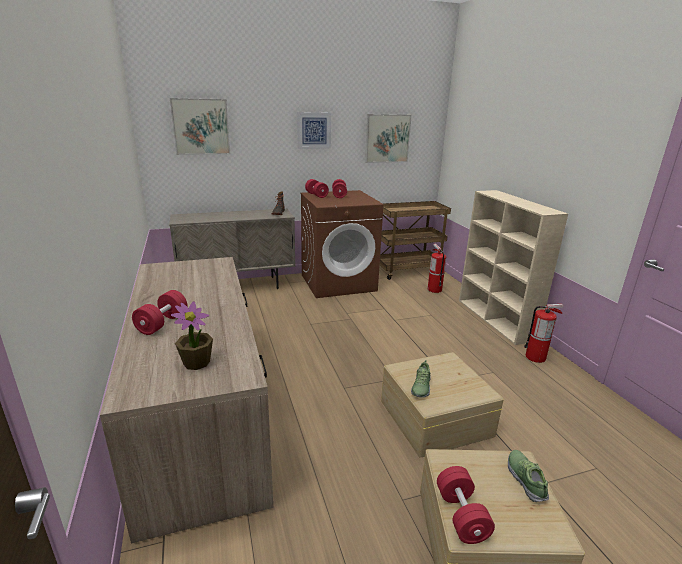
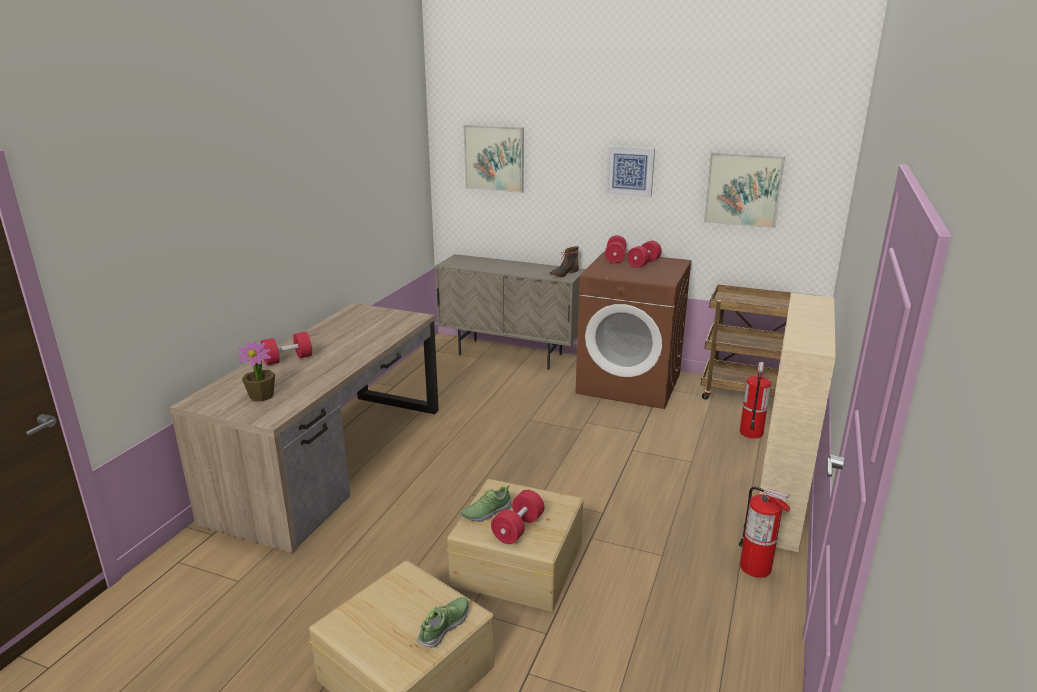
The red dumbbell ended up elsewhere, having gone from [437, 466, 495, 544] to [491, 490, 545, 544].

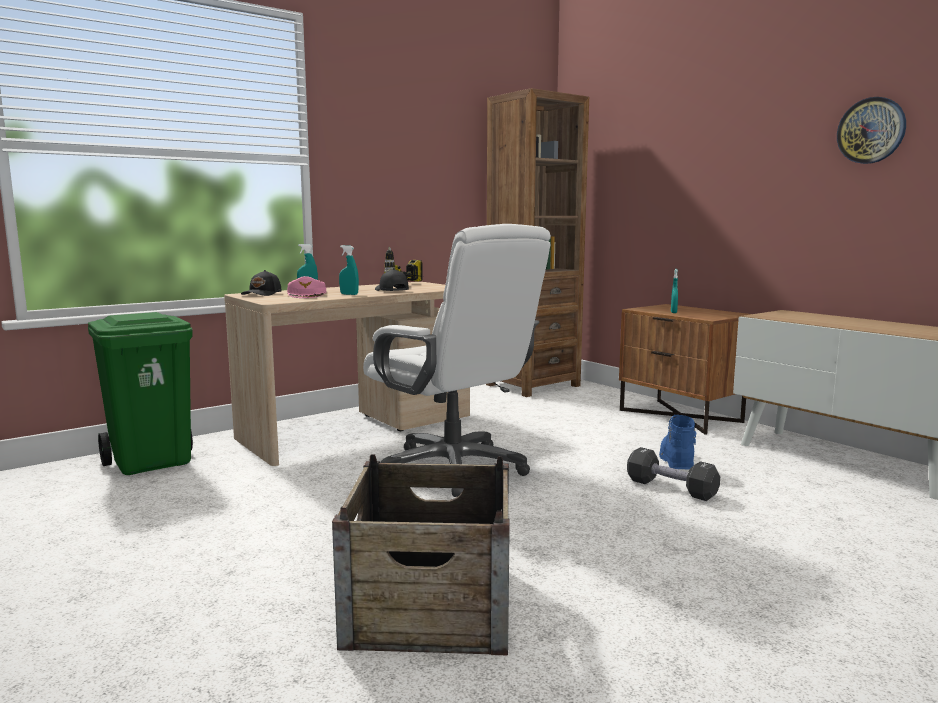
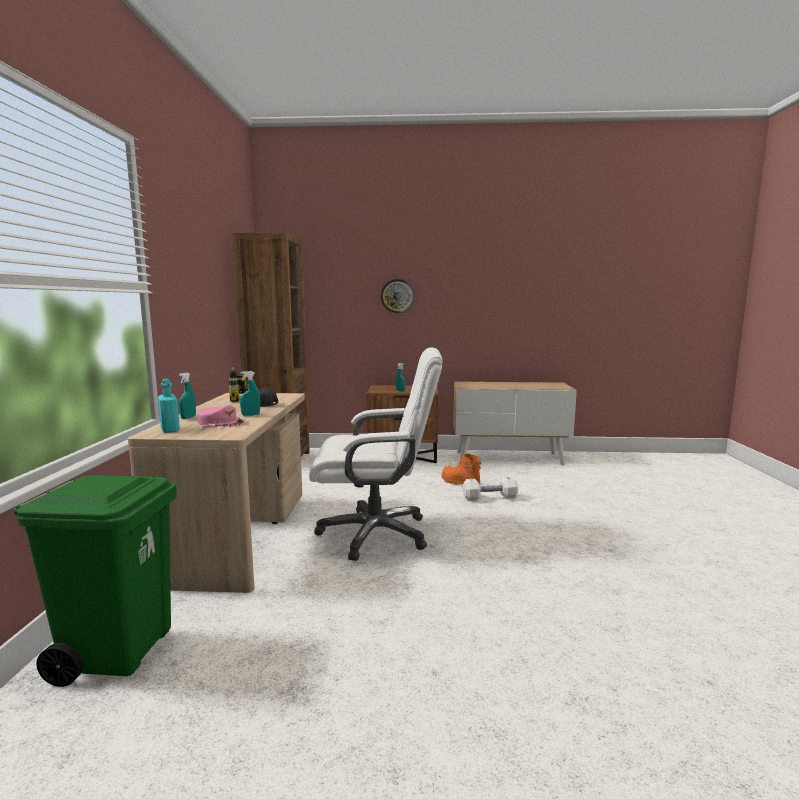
The wall clock ended up elsewhere, having gone from [837, 97, 906, 164] to [381, 279, 414, 313]. Where the black cap stood at [241, 270, 282, 296], the turquoise bottle came to stand at [158, 379, 180, 433]. What was the blue boot at [659, 415, 696, 470] turned into the orange boot at [441, 454, 481, 484]. What was the black dumbbell at [627, 447, 720, 501] turned into the white dumbbell at [463, 477, 518, 501]. The second view lost the crate at [332, 454, 510, 655].

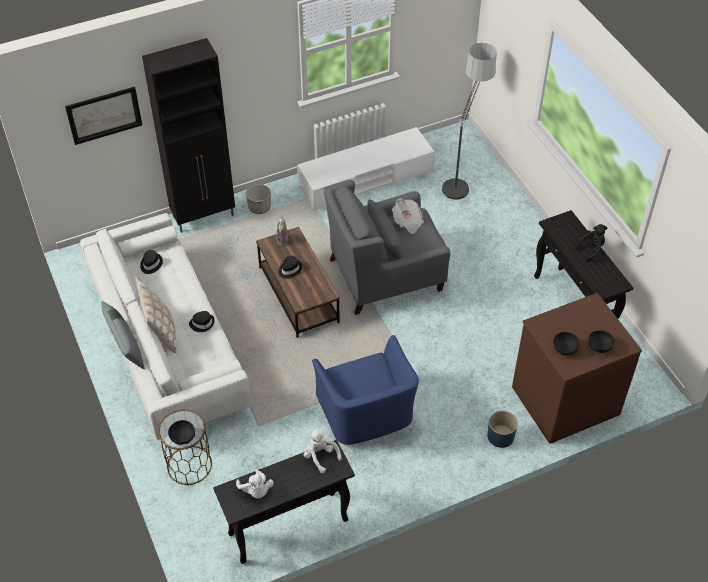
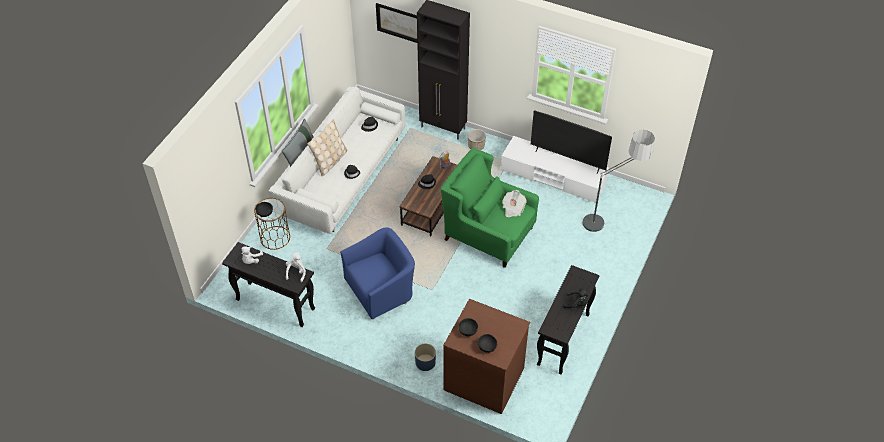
What was the grey armchair at [324, 180, 451, 315] turned into the green armchair at [441, 148, 539, 268]. The blue armchair at [312, 335, 419, 445] ended up facing another way, 150 degrees counterclockwise from before. The second view gained the television at [531, 110, 612, 173].

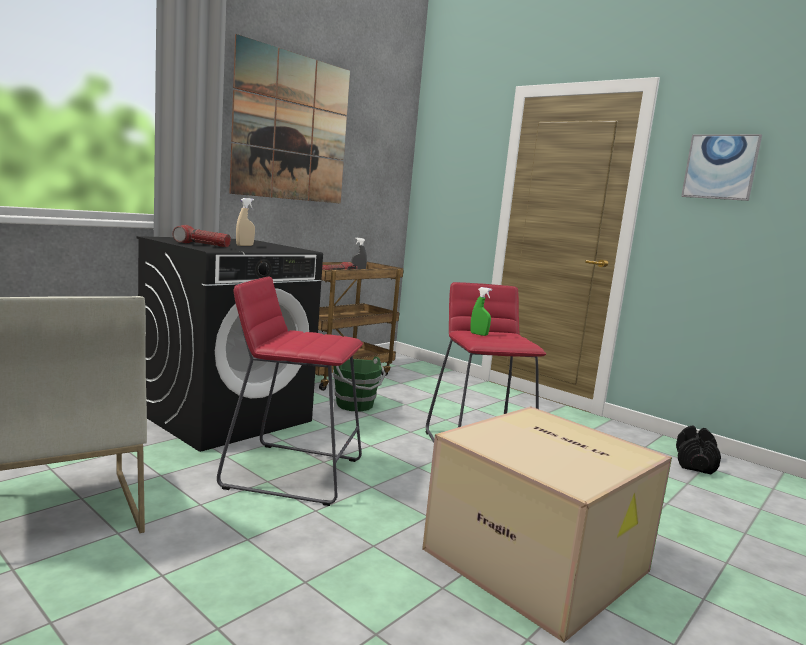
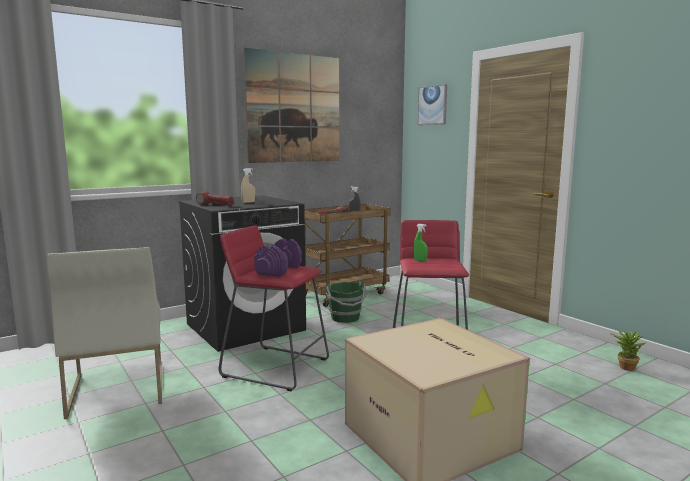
The picture ended up elsewhere, having gone from [681, 134, 762, 201] to [417, 84, 447, 125]. Where the black dumbbell stood at [676, 425, 721, 474], the potted plant came to stand at [611, 330, 645, 371]. The second view gained the purple dumbbell at [254, 238, 302, 277].

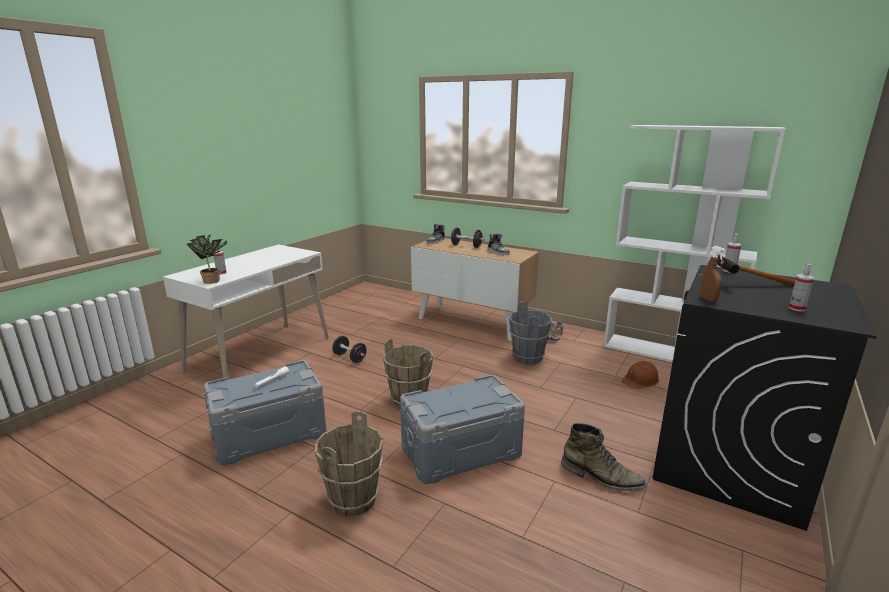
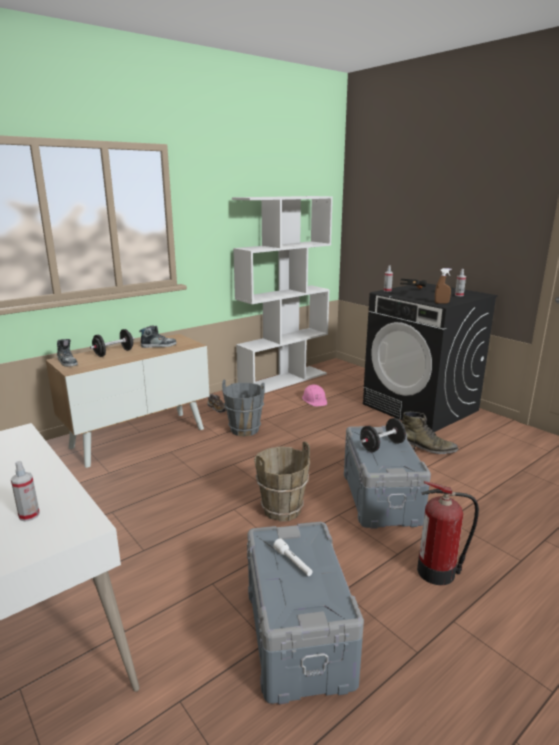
The second view lost the potted plant at [187, 235, 227, 284]. The black dumbbell ended up elsewhere, having gone from [332, 336, 367, 363] to [360, 418, 406, 452]. What was the brown hard hat at [621, 361, 659, 389] turned into the pink hard hat at [302, 384, 327, 406]. Where the brown bucket stood at [315, 411, 383, 516], the fire extinguisher came to stand at [417, 481, 479, 585]. The green boot at [561, 423, 646, 491] ended up facing another way, 60 degrees clockwise from before.

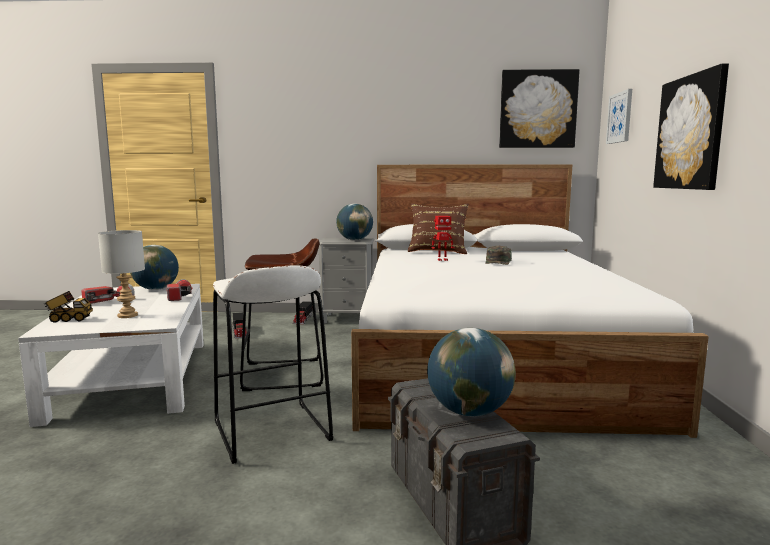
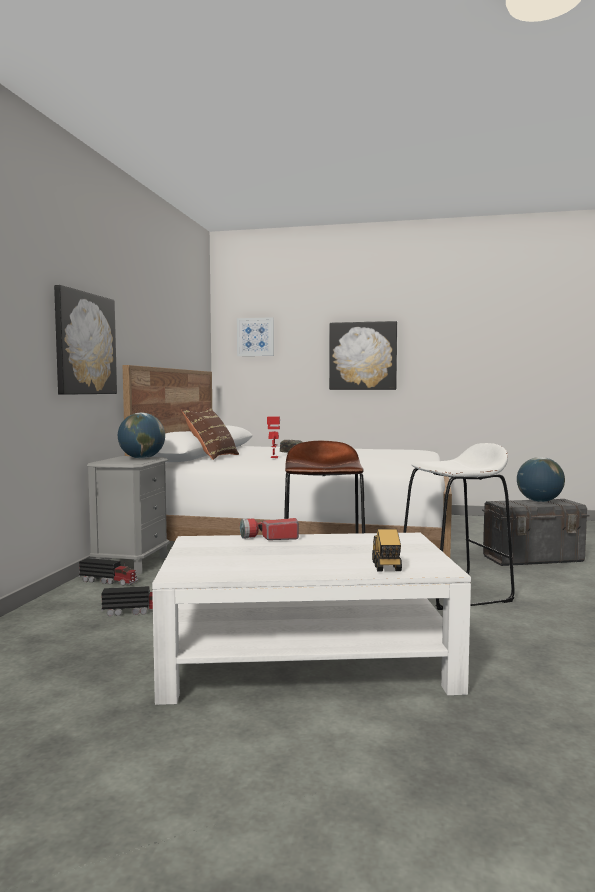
The picture ended up elsewhere, having gone from [499, 69, 580, 148] to [54, 285, 117, 395]. The second view lost the grey table lamp at [98, 230, 145, 318]. The second view lost the globe at [130, 245, 179, 290]. The second view lost the flashlight at [81, 284, 135, 304].

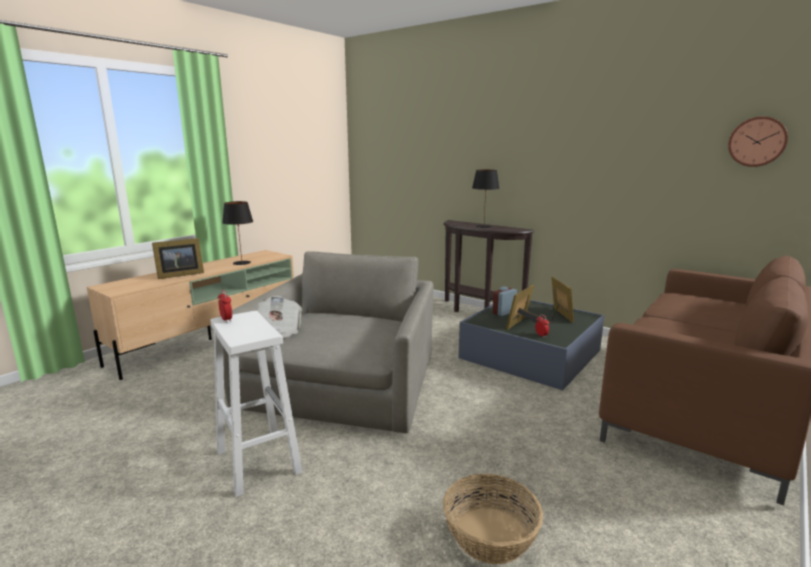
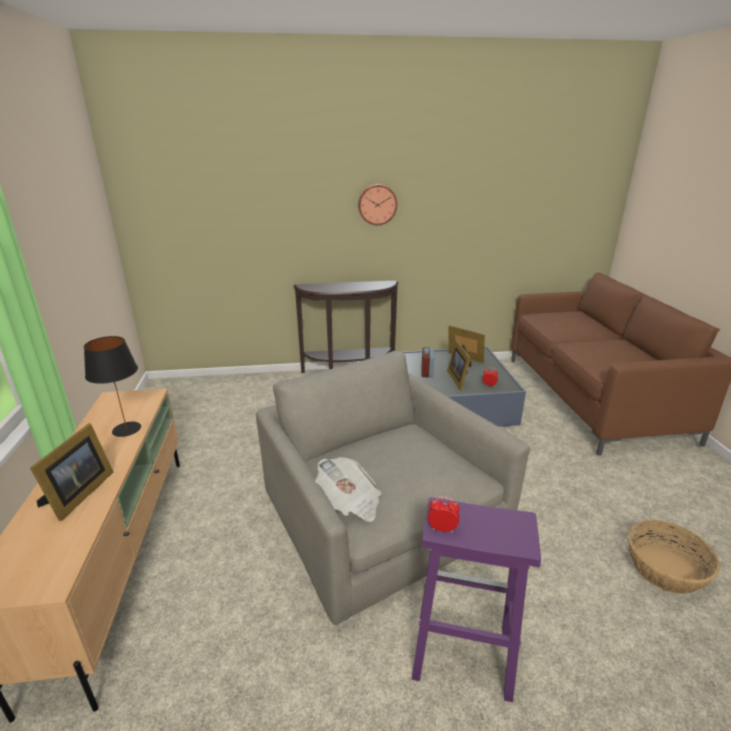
The wall clock ended up elsewhere, having gone from [728, 116, 788, 167] to [358, 184, 397, 225]. The second view lost the black table lamp at [472, 170, 500, 228]. What was the white stool at [210, 311, 302, 497] turned into the purple stool at [412, 497, 541, 702].

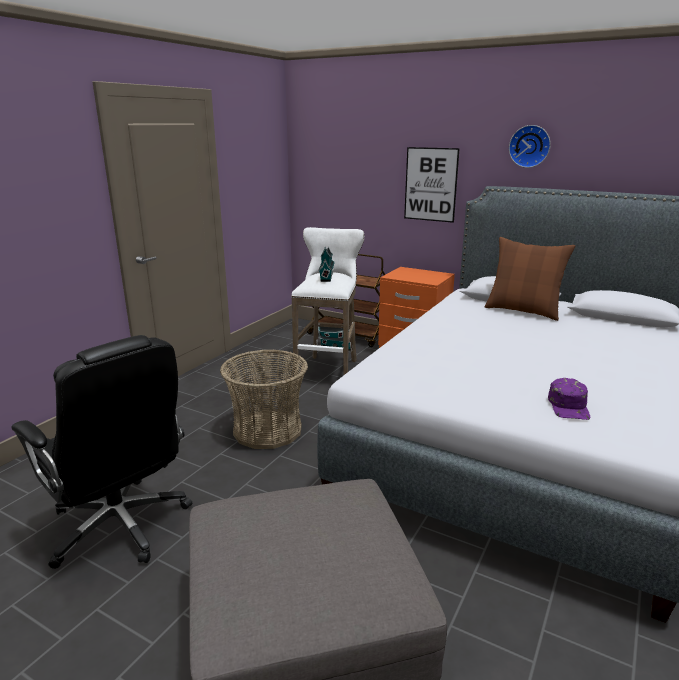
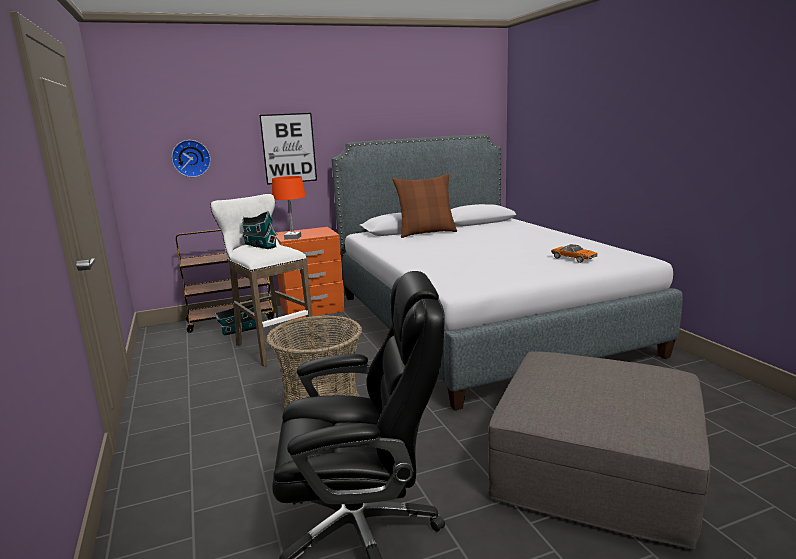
The wall clock ended up elsewhere, having gone from [509, 125, 551, 168] to [171, 140, 211, 177]. Where the purple cap stood at [548, 378, 591, 420], the toy car came to stand at [551, 244, 598, 263]. The second view gained the orange table lamp at [272, 176, 306, 239].

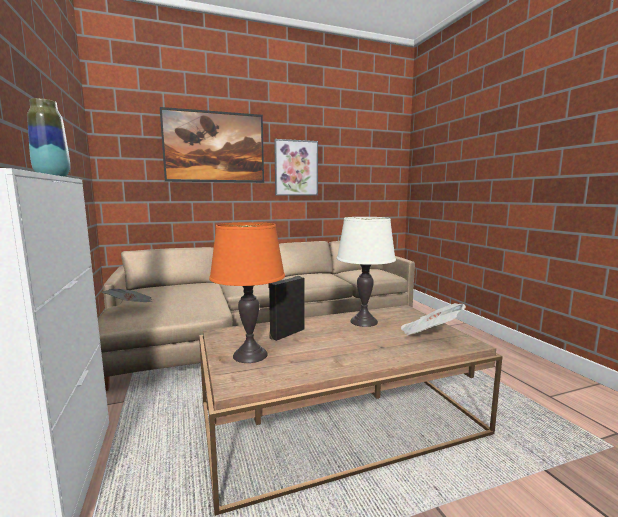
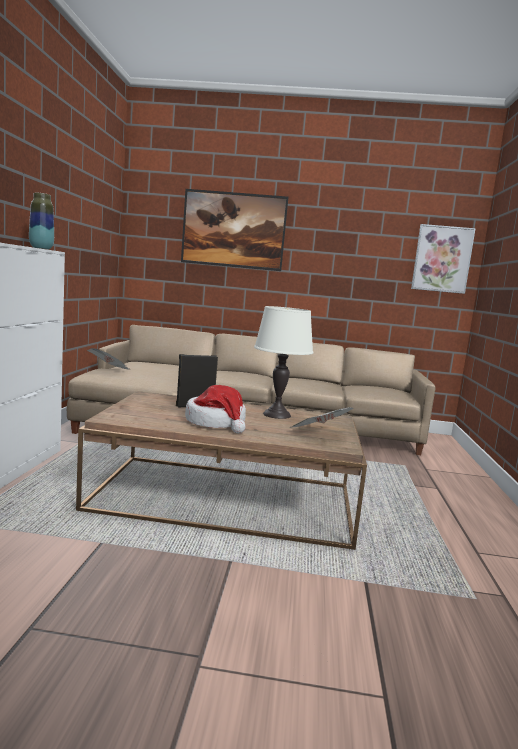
The picture ended up elsewhere, having gone from [274, 139, 318, 195] to [411, 224, 476, 294]. The second view lost the orange table lamp at [209, 222, 285, 363]. The second view gained the hat at [185, 385, 246, 433].

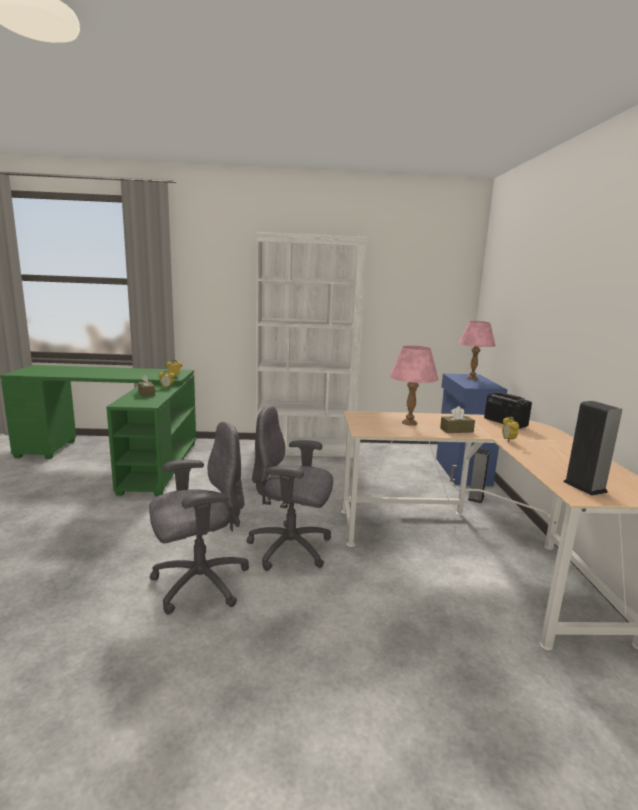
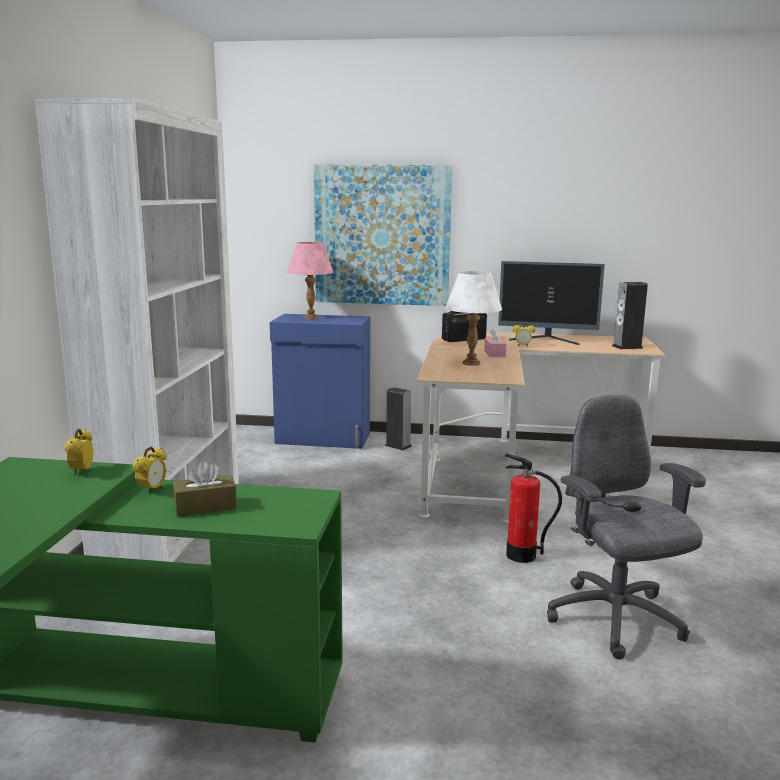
What was the pink table lamp at [390, 346, 439, 426] turned into the white table lamp at [445, 271, 502, 366]. Where the grey office chair stood at [247, 406, 333, 571], the fire extinguisher came to stand at [505, 454, 562, 563]. What was the brown tissue box at [440, 406, 475, 433] turned into the pink tissue box at [484, 328, 507, 357]. The second view gained the picture at [314, 164, 452, 306]. The second view gained the monitor at [498, 261, 605, 345].

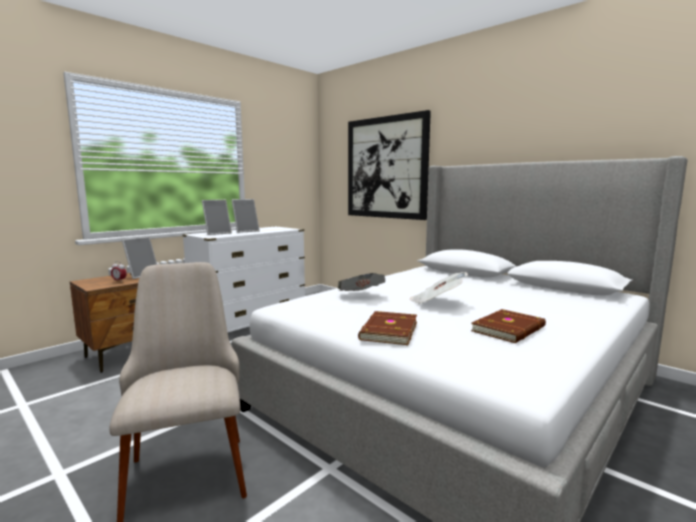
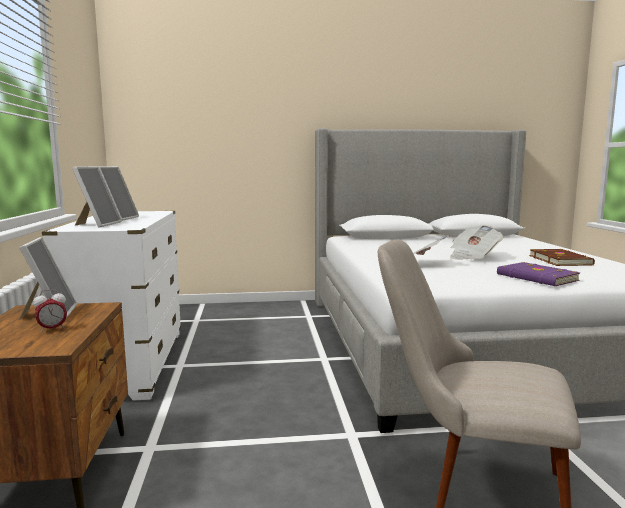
The second view lost the picture at [348, 110, 431, 220]. What was the brown book at [358, 311, 417, 345] turned into the purple book at [497, 262, 580, 286].

